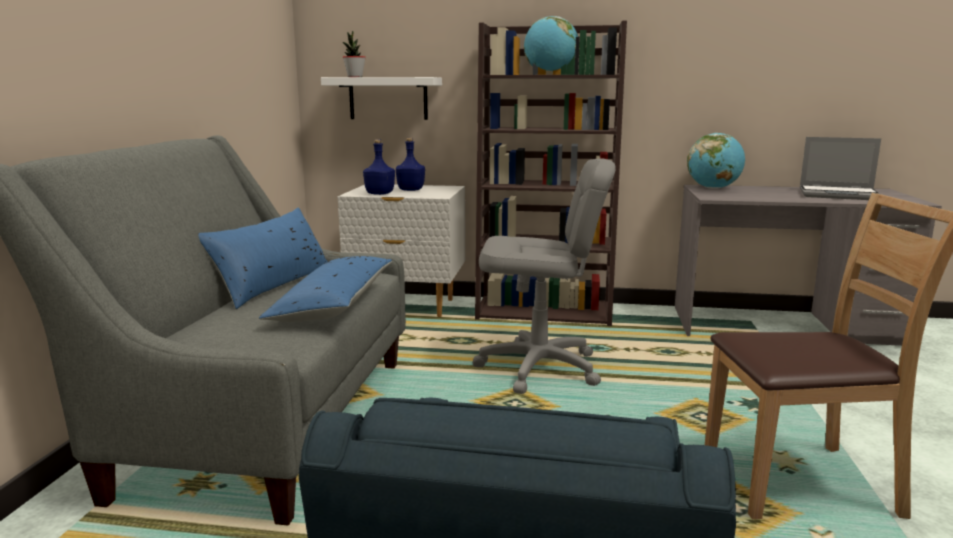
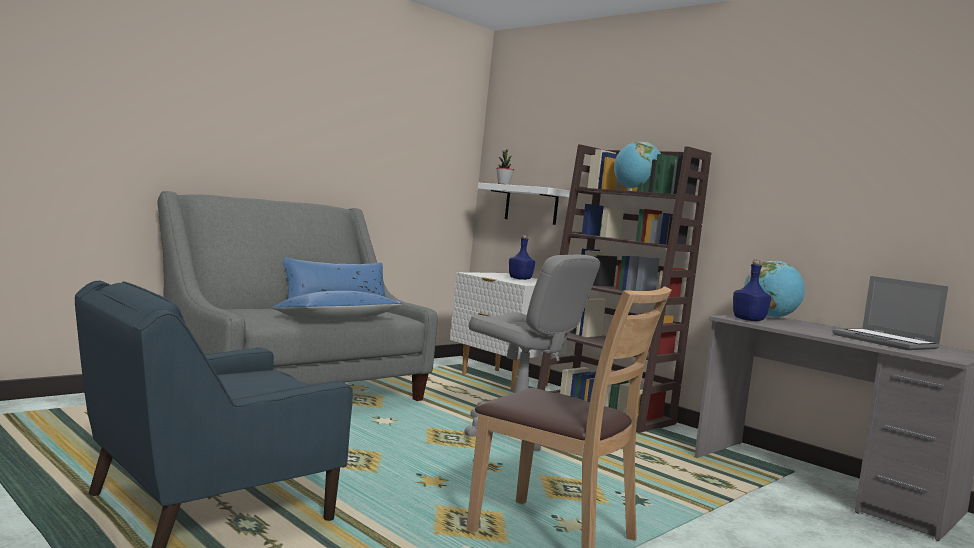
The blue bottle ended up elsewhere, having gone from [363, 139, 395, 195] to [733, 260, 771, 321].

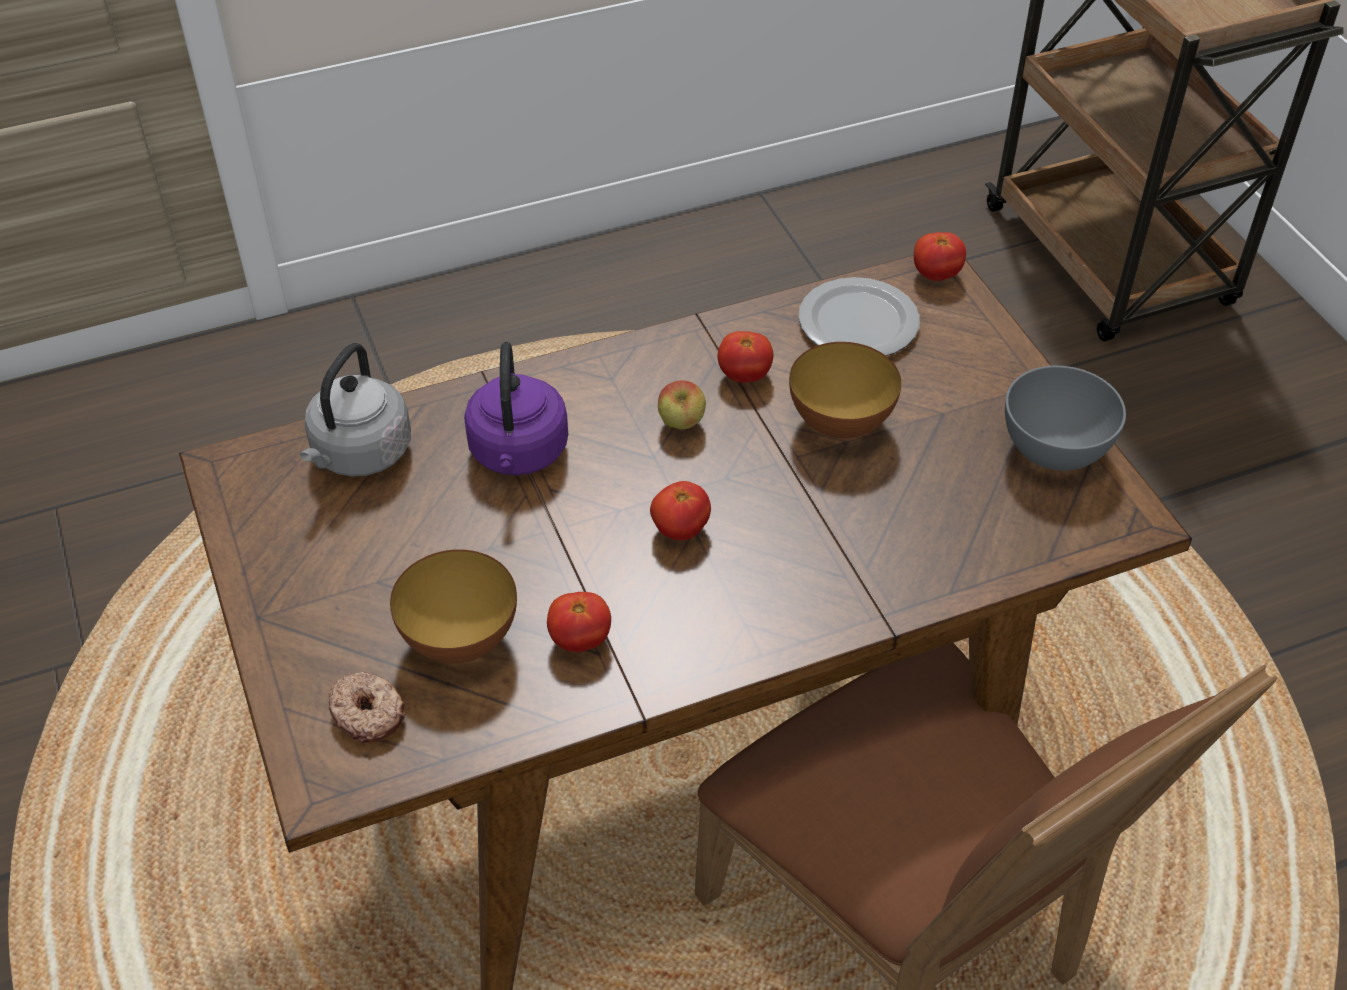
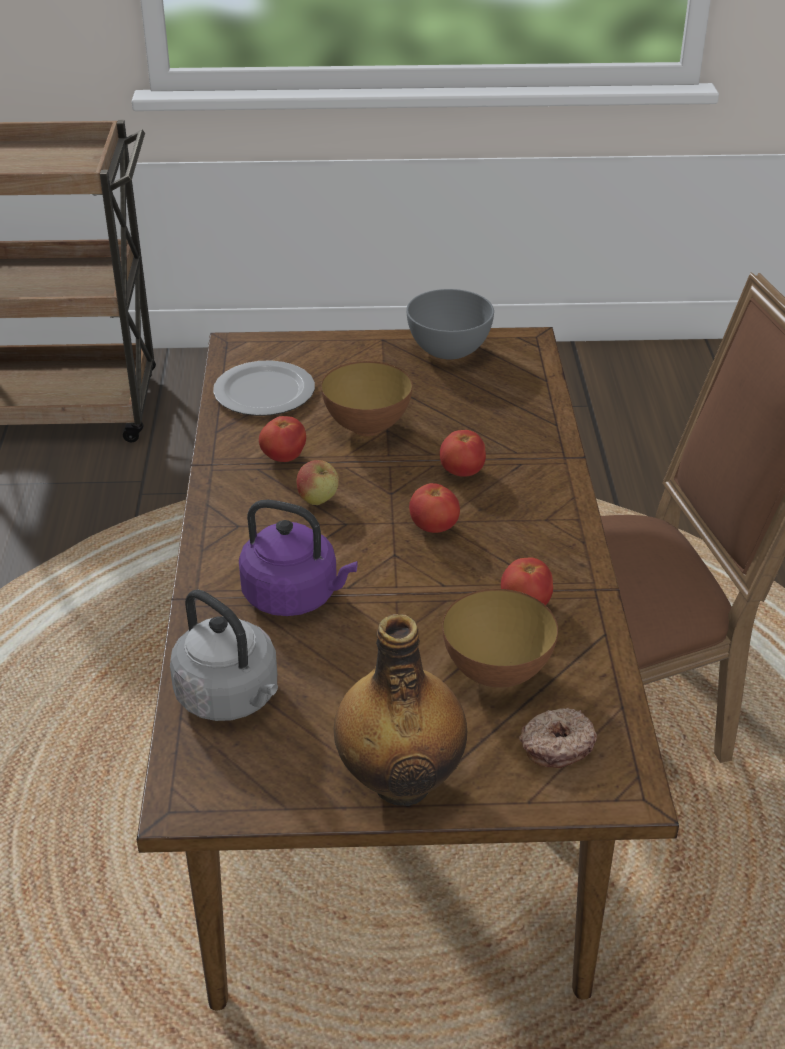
The tomato ended up elsewhere, having gone from [914, 232, 966, 281] to [440, 430, 486, 477]. The second view gained the bottle at [334, 614, 467, 806].

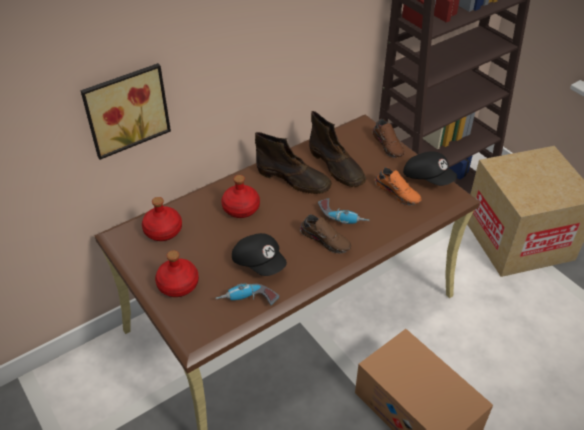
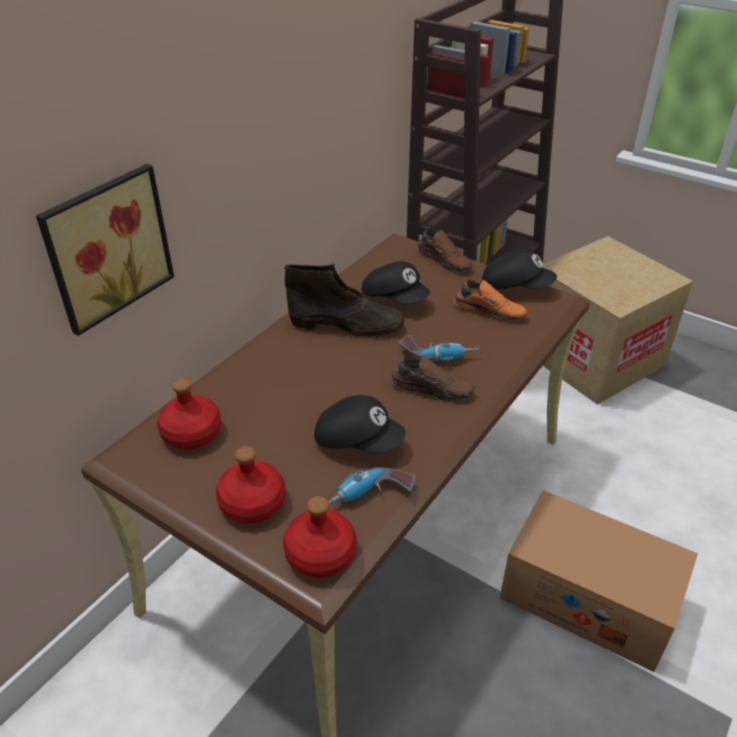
Where the brown boot stood at [309, 111, 366, 187], the black cap came to stand at [362, 261, 430, 304]. The red bottle ended up elsewhere, having gone from [221, 175, 260, 218] to [283, 496, 357, 578].

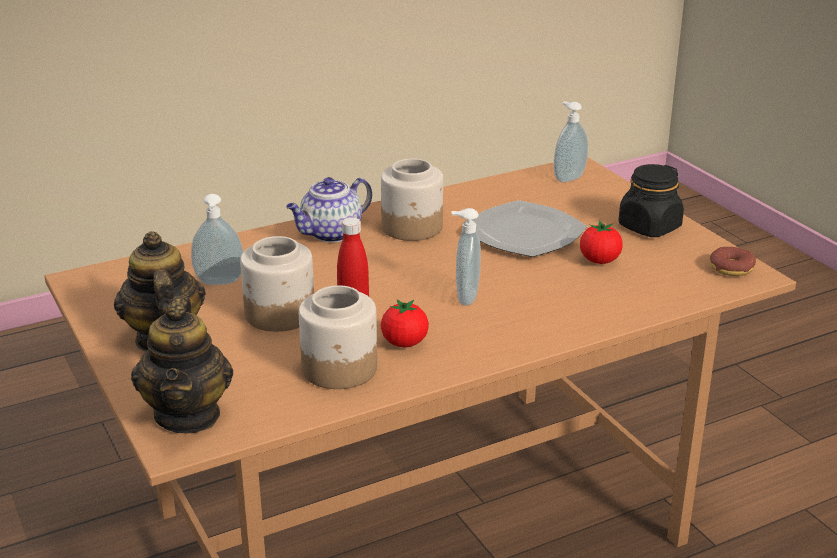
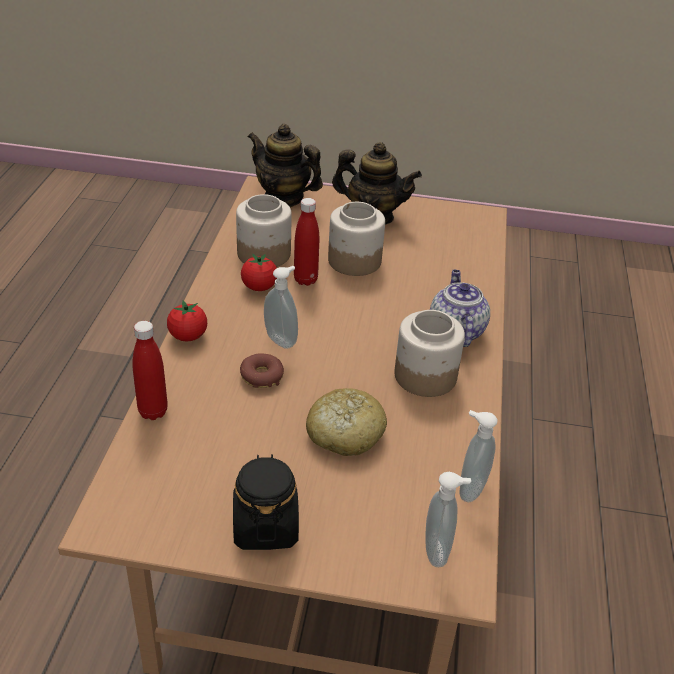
The soap dispenser ended up elsewhere, having gone from [191, 194, 243, 285] to [459, 410, 498, 502]. Where the plate stood at [471, 200, 587, 257], the bread came to stand at [306, 388, 387, 456]. The tomato ended up elsewhere, having gone from [580, 220, 622, 264] to [167, 301, 207, 341]. The donut ended up elsewhere, having gone from [710, 247, 756, 276] to [240, 354, 284, 388]. The second view gained the red bottle at [132, 321, 168, 420].

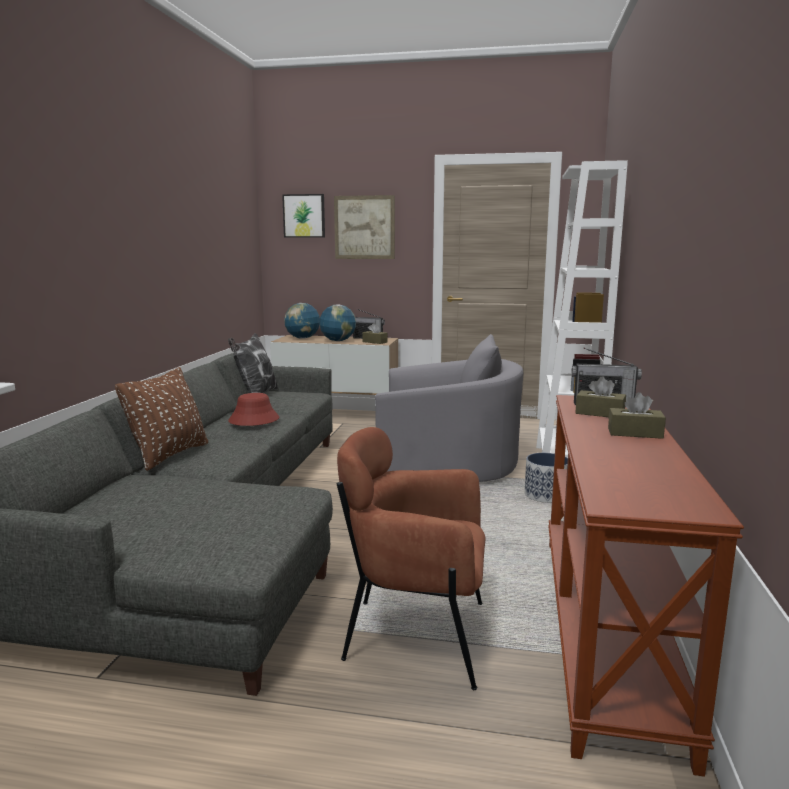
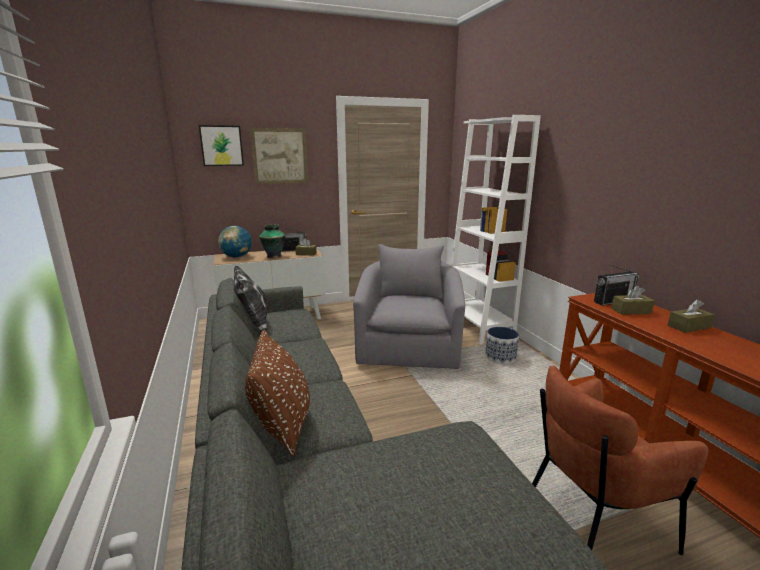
Where the globe stood at [319, 304, 356, 341], the vase came to stand at [259, 224, 286, 258]. The grey armchair at [375, 334, 523, 482] ended up facing another way, 60 degrees counterclockwise from before. The second view lost the red hat at [228, 393, 279, 426].

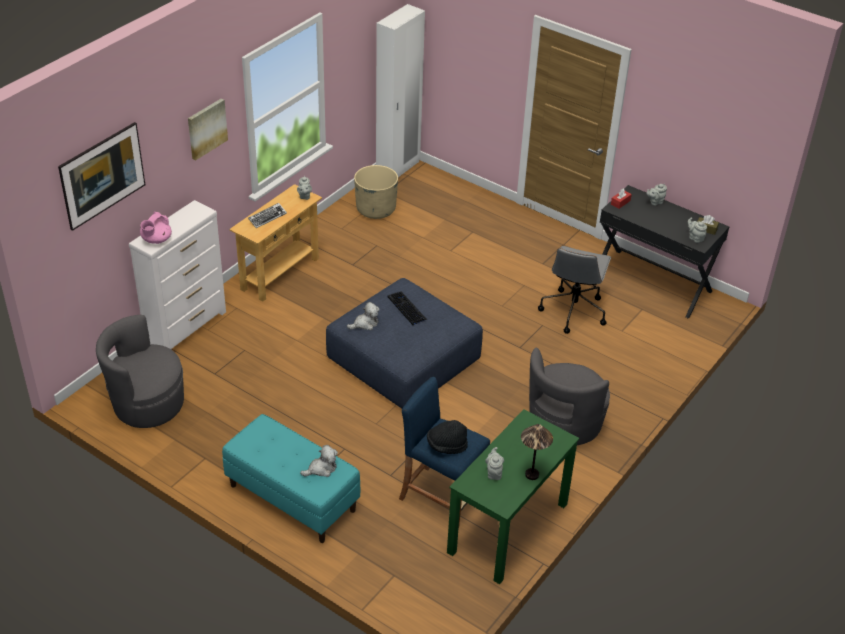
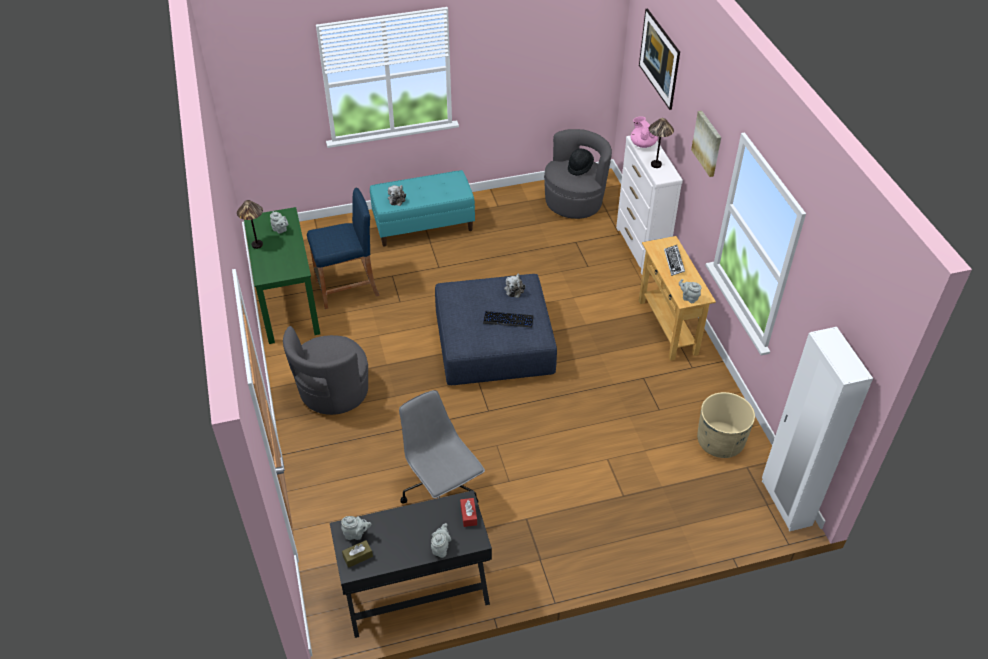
The grey armchair at [529, 348, 610, 445] ended up facing another way, 135 degrees counterclockwise from before. The black hat ended up elsewhere, having gone from [427, 420, 468, 454] to [568, 149, 594, 176]. The second view gained the table lamp at [649, 118, 674, 168].

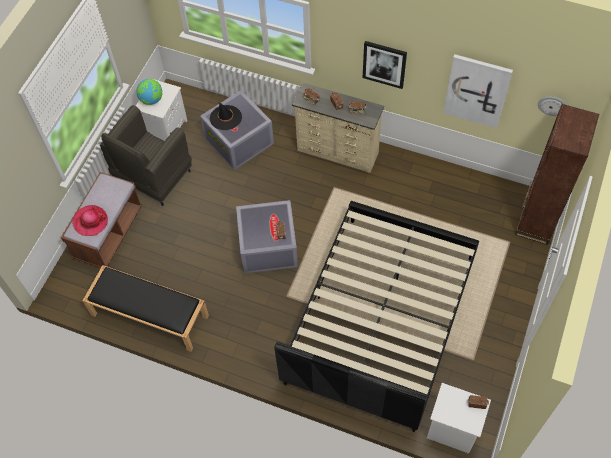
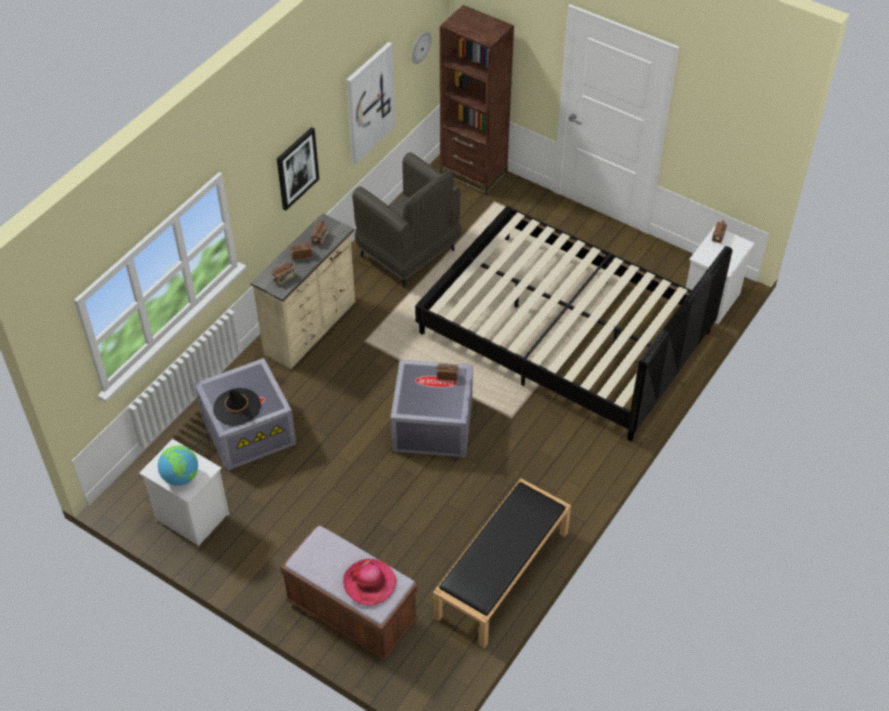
The grey armchair ended up elsewhere, having gone from [100, 105, 192, 206] to [352, 152, 461, 288].

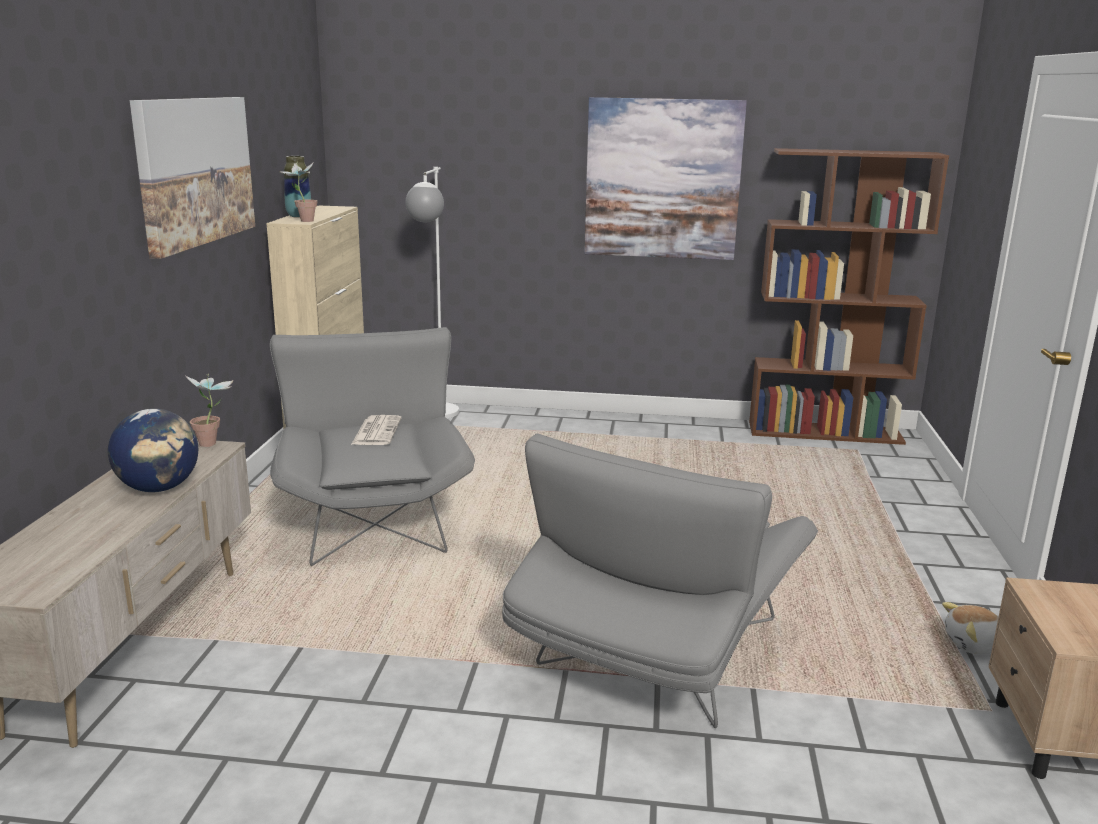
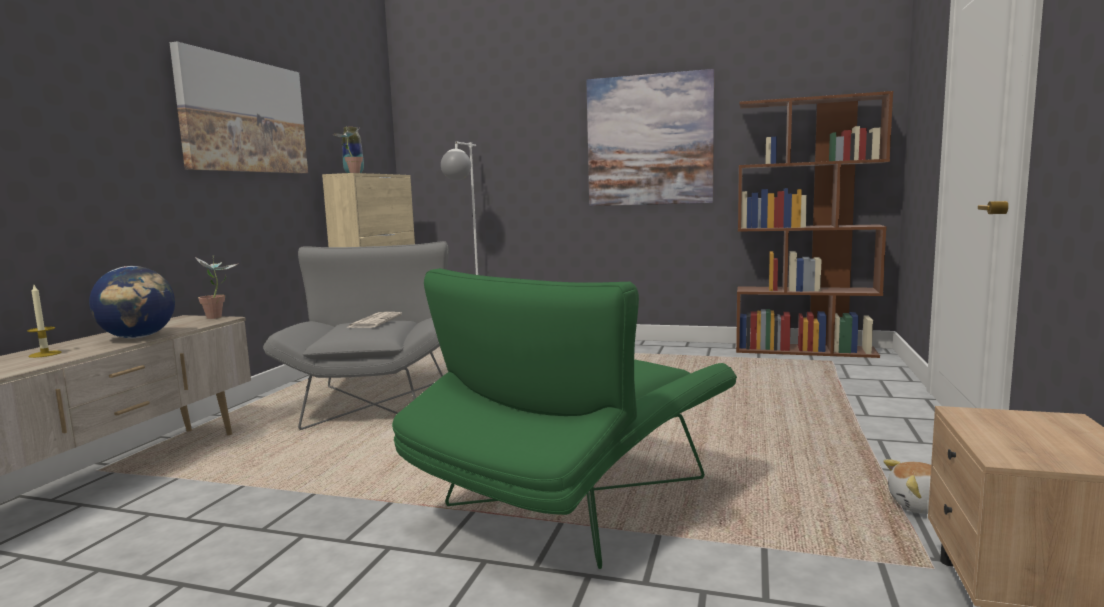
What was the grey armchair at [502, 433, 818, 728] turned into the green armchair at [392, 268, 737, 569]. The second view gained the candle at [27, 285, 61, 358].

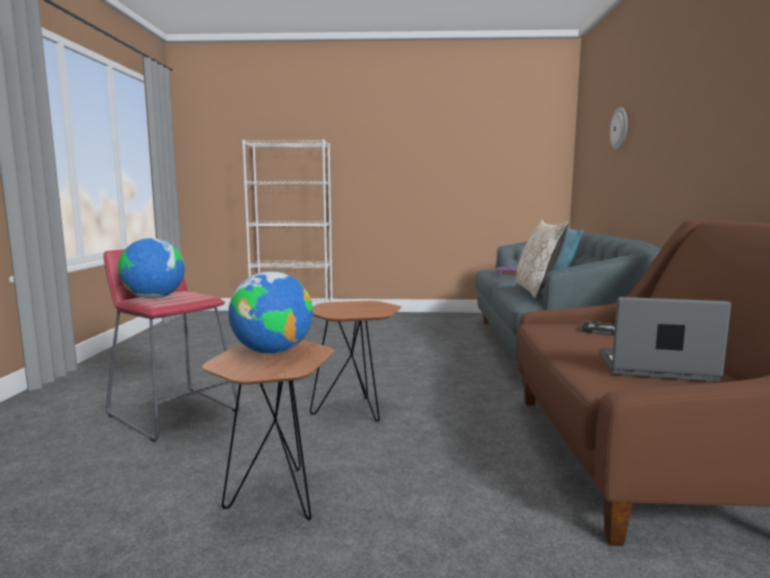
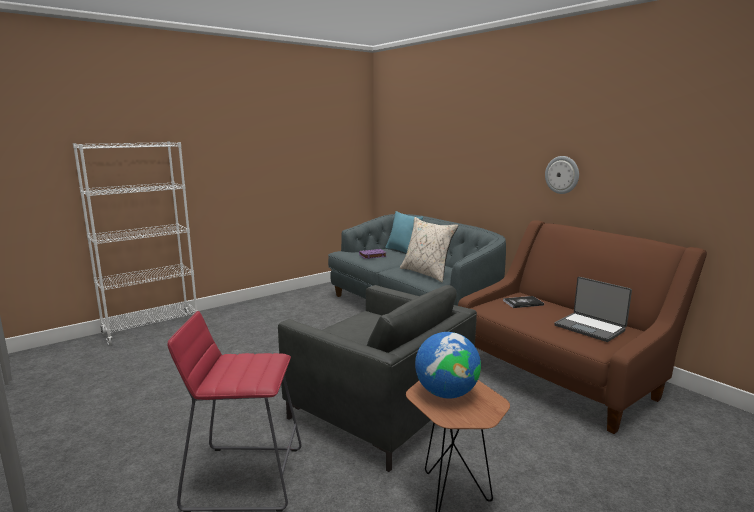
The wall clock ended up elsewhere, having gone from [610, 107, 627, 150] to [545, 156, 579, 194]. The second view lost the globe at [118, 238, 185, 299]. The laptop at [599, 297, 731, 382] ended up facing another way, 105 degrees counterclockwise from before. Where the brown side table stood at [310, 301, 401, 422], the grey armchair came to stand at [278, 285, 477, 472].

